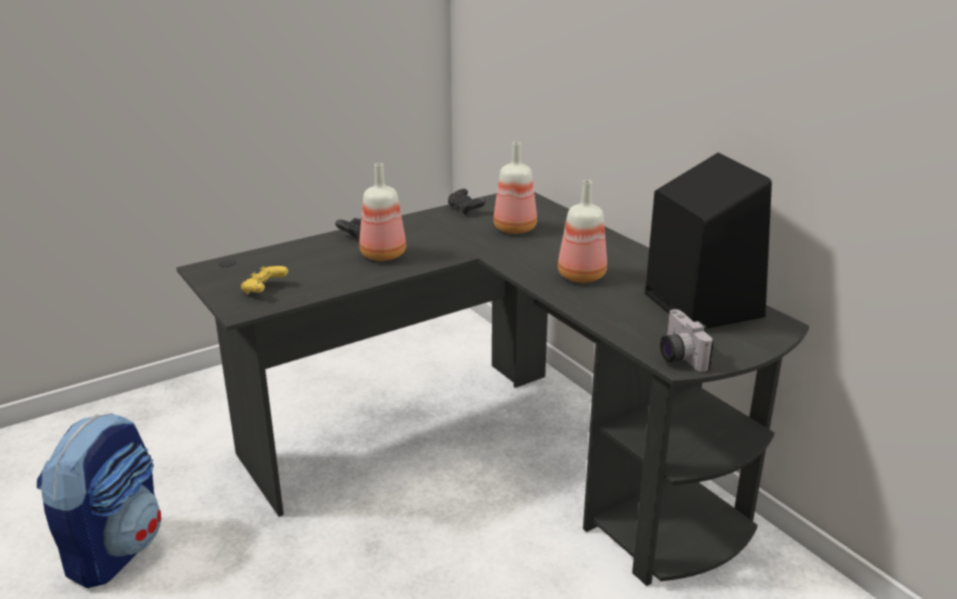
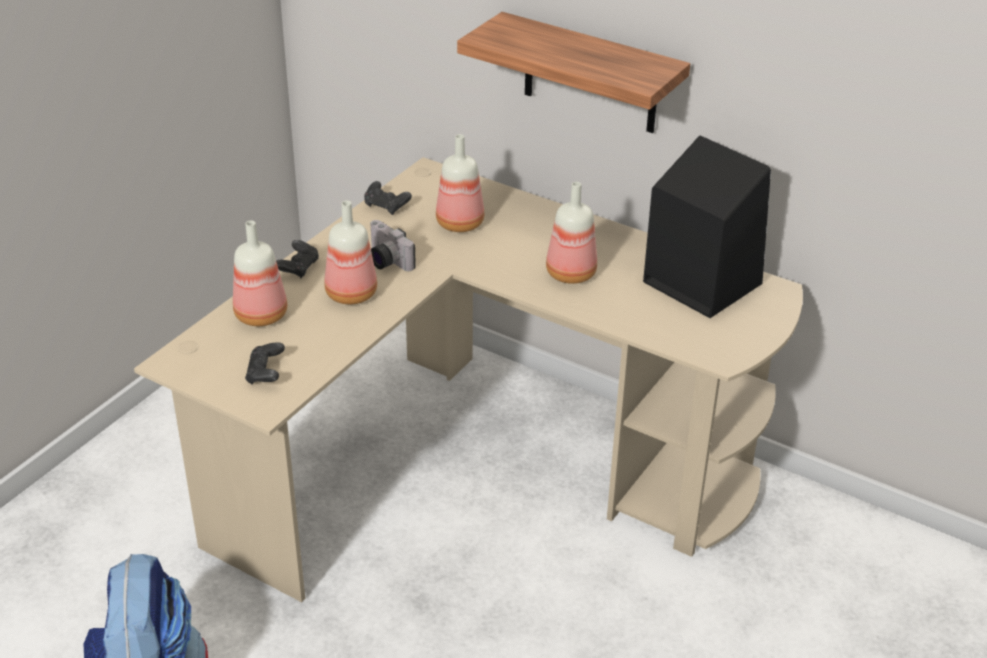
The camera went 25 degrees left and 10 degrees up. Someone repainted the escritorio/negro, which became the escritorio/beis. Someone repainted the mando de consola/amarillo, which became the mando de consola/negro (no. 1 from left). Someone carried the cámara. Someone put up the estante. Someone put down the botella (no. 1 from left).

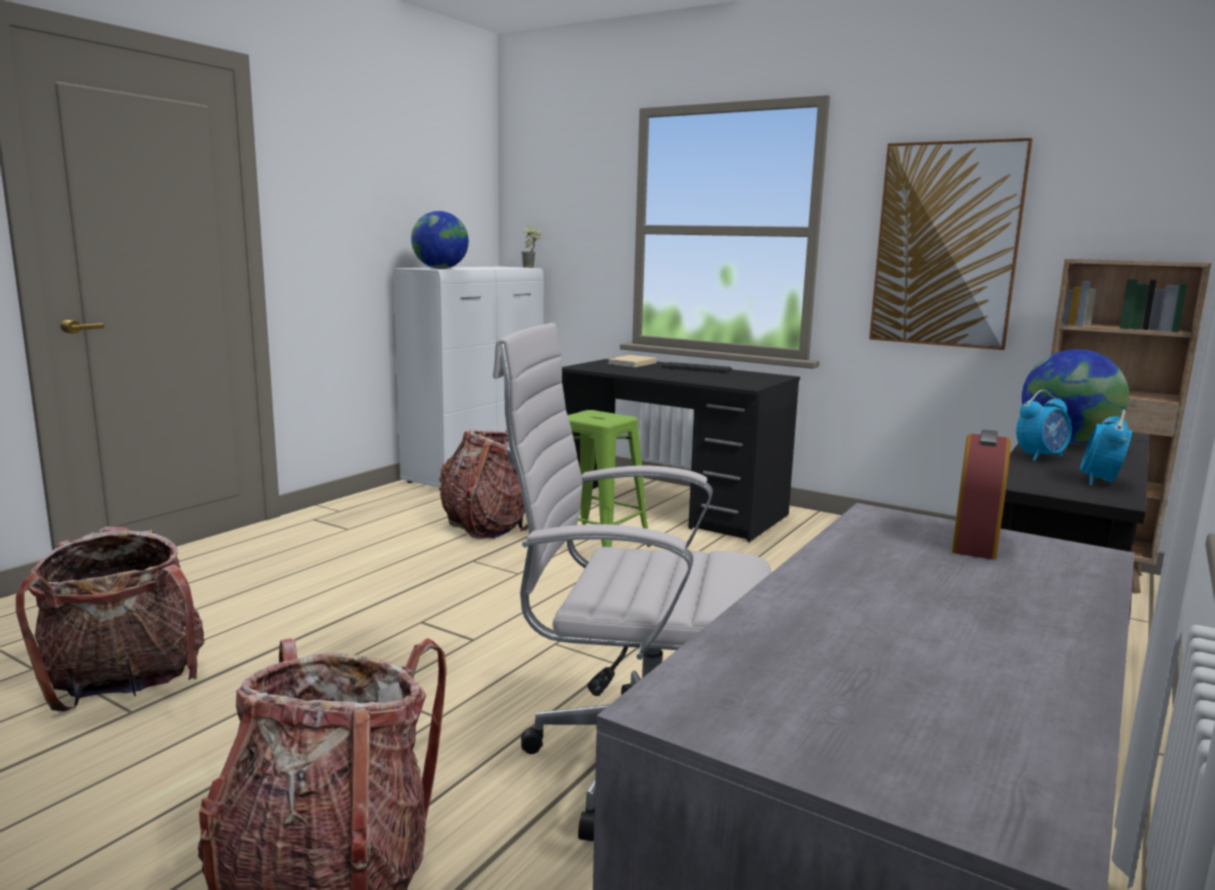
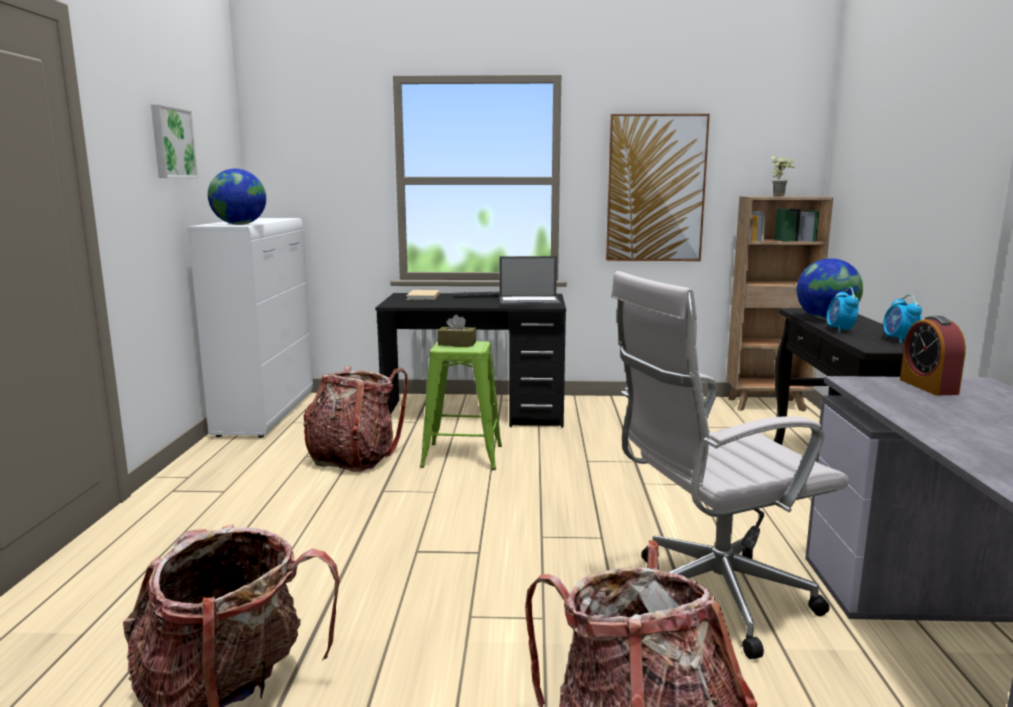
The camera went 30 degrees left and 0 degrees up. Someone carried the planta en maceta. Someone rotated the despertador (no. 2 from left in the first image) by 150 degrees clockwise. Someone put up the cuadro (no. 1 from left). Someone put down the portátil. Someone put down the caja de pañuelos/marrón.

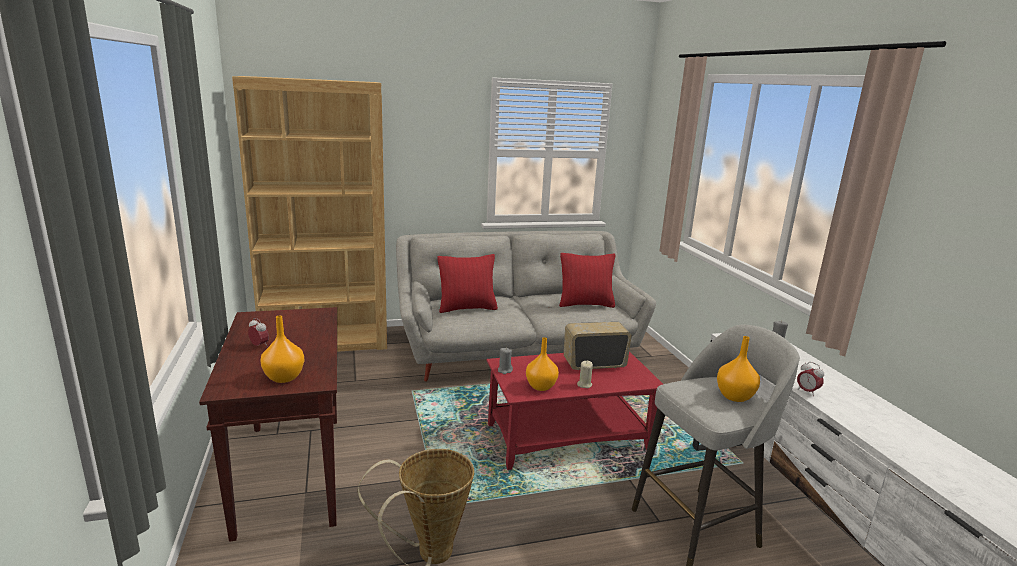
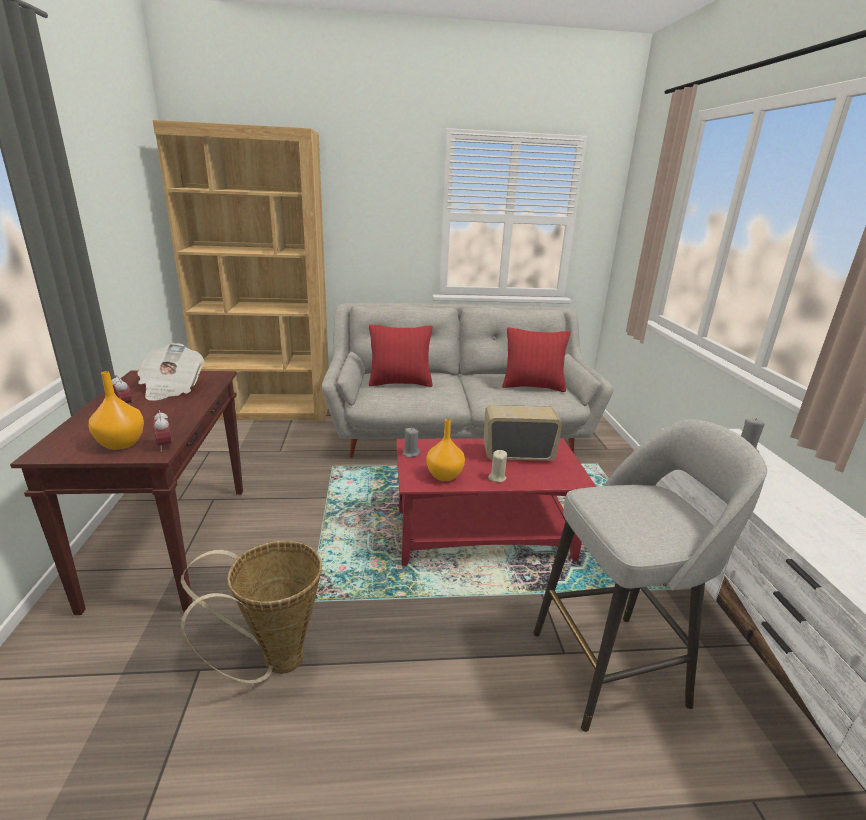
The camera went 10 degrees right and 5 degrees up. Someone took away the florero/naranja (no. 3 from left). Someone carried the despertador (no. 2 from left). Someone put down the periódico.

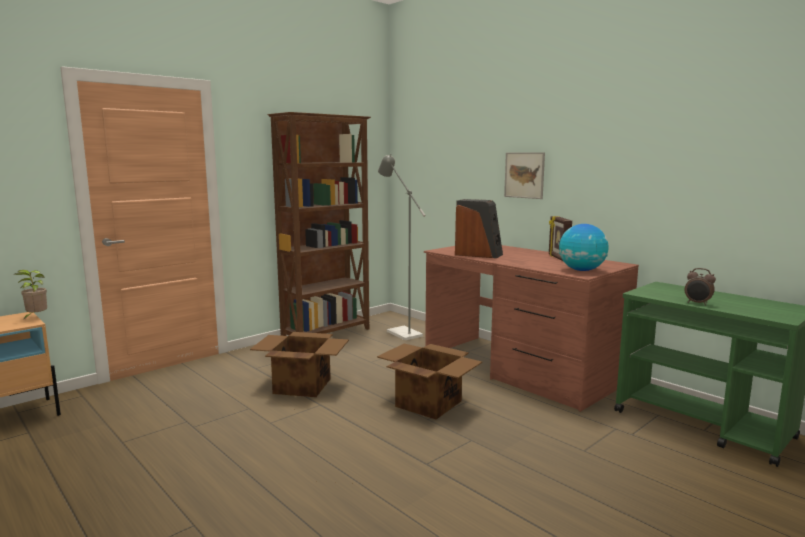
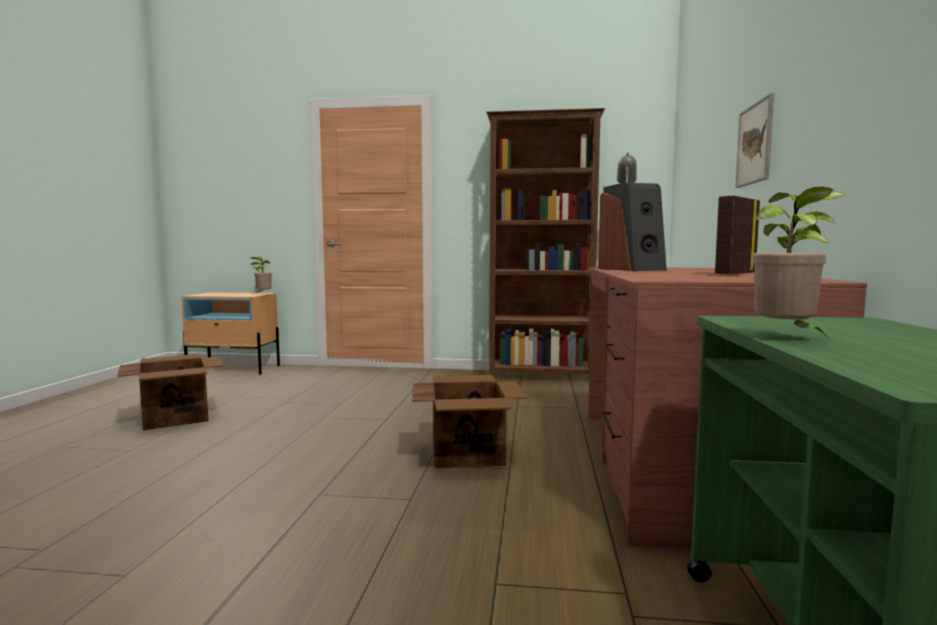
The camera went 50 degrees right and 5 degrees down. Someone took away the globo terráqueo. Someone swapped the despertador for the planta en maceta (no. 2 from left). Someone carried the caja de cartón (no. 1 from left).

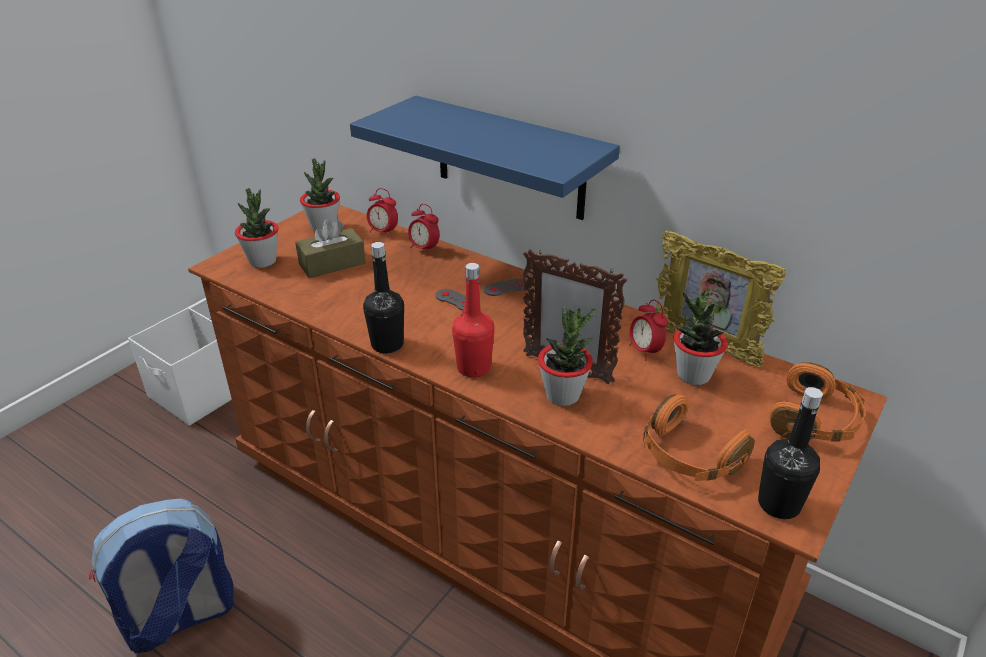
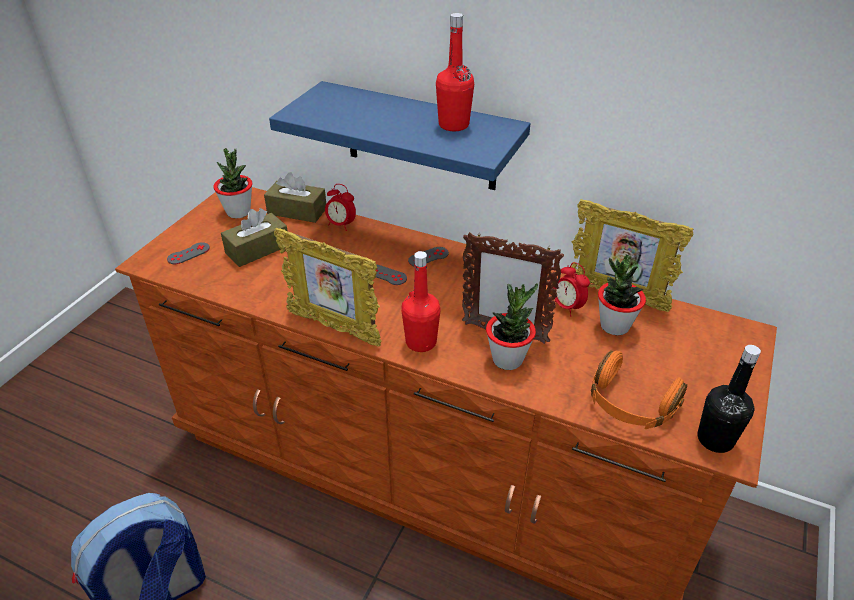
The camera went 10 degrees left and 5 degrees up. Someone swapped the planta en maceta (no. 1 from left) for the mando de consola/gris (no. 1 from left). Someone swapped the despertador (no. 1 from left) for the caja de pañuelos/marrón (no. 2 from left). Someone swapped the botella/negro (no. 1 from left) for the portarretratos (no. 1 from left). Someone took away the caja de almacenaje/blanco. Someone took away the auriculares/naranja (no. 2 from left). Someone put down the botella/rojo (no. 2 from left).

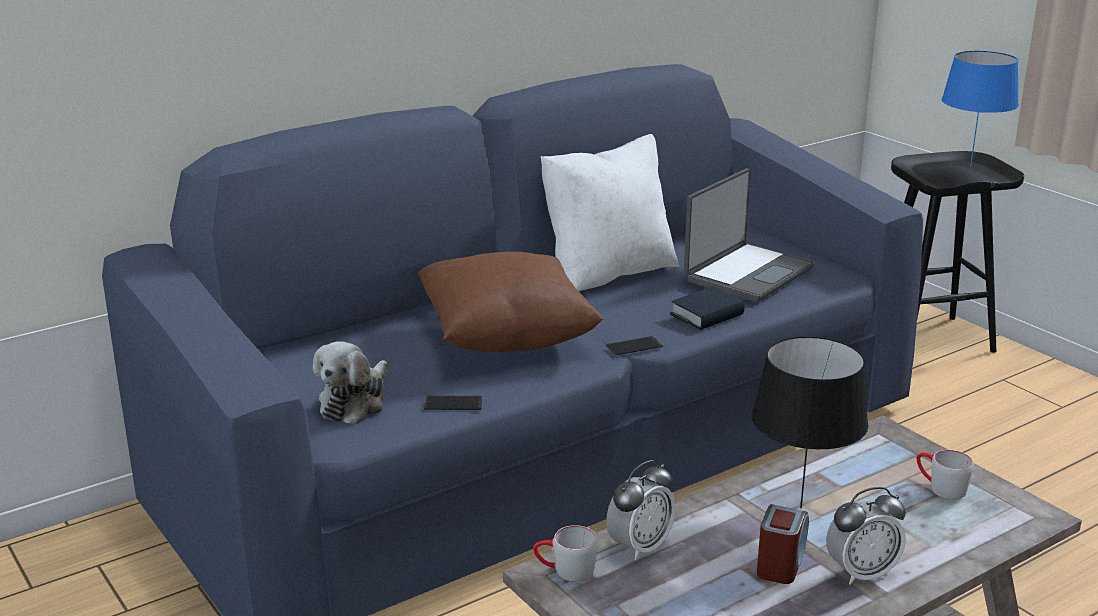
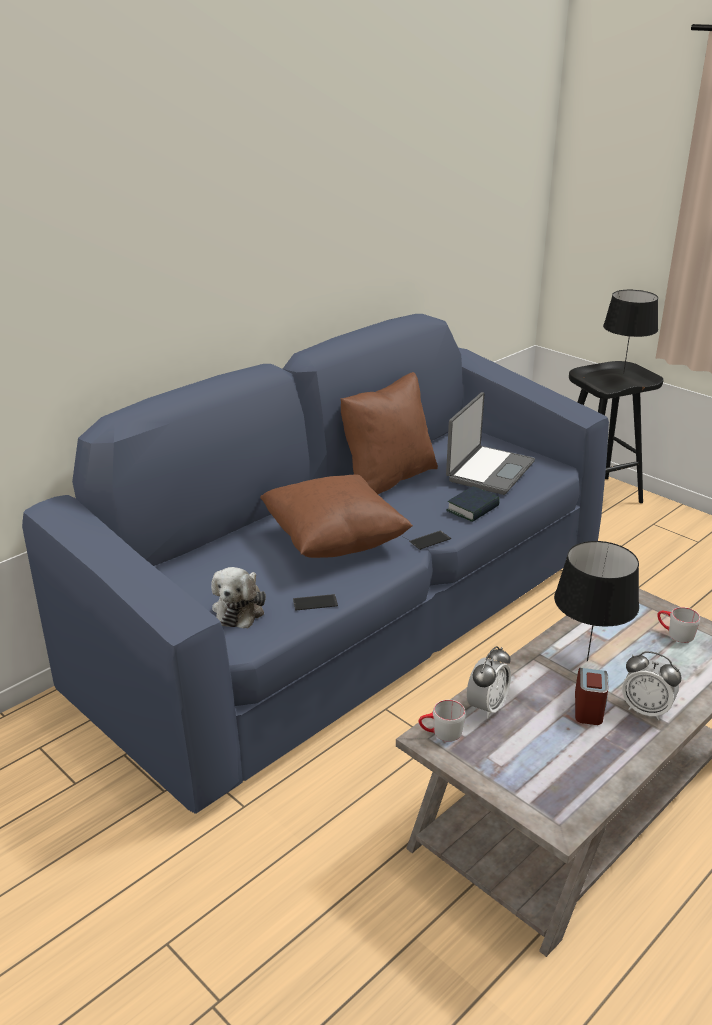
The camera went 10 degrees left and 5 degrees up. Someone repainted the lámpara de mesa/azul, which became the lámpara de mesa/negro (no. 2 from left). Someone repainted the cojín/blanco, which became the cojín/marrón (no. 2 from left). Someone rotated the despertador (no. 3 from left) by 60 degrees clockwise.

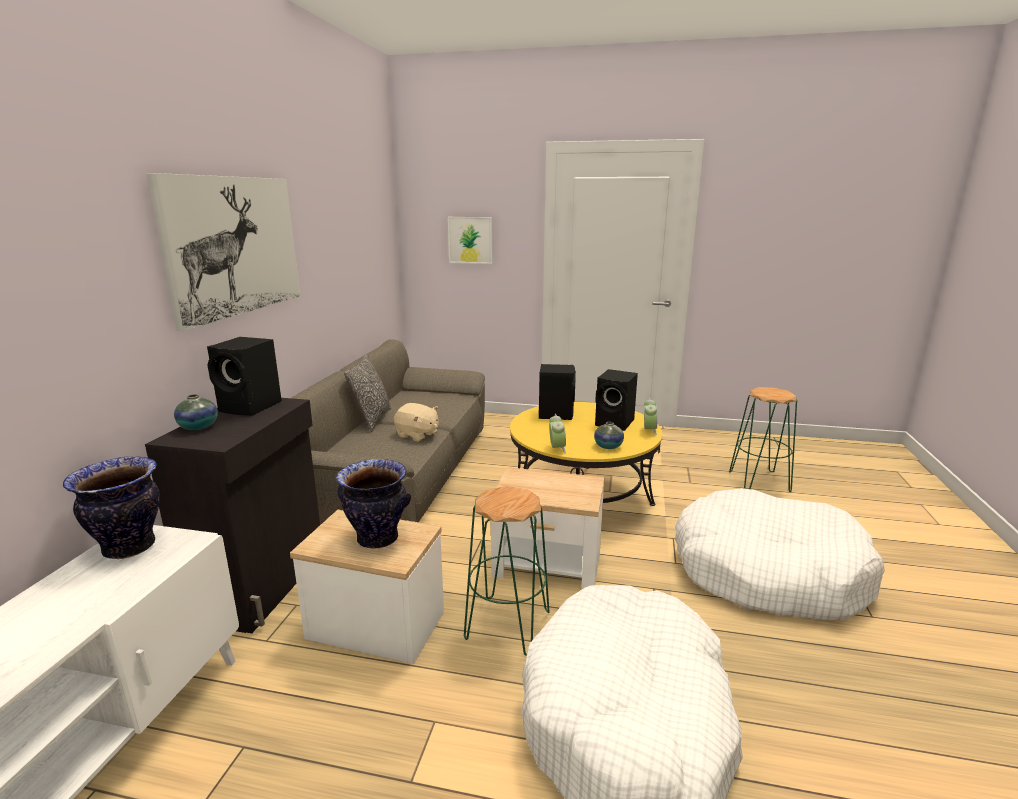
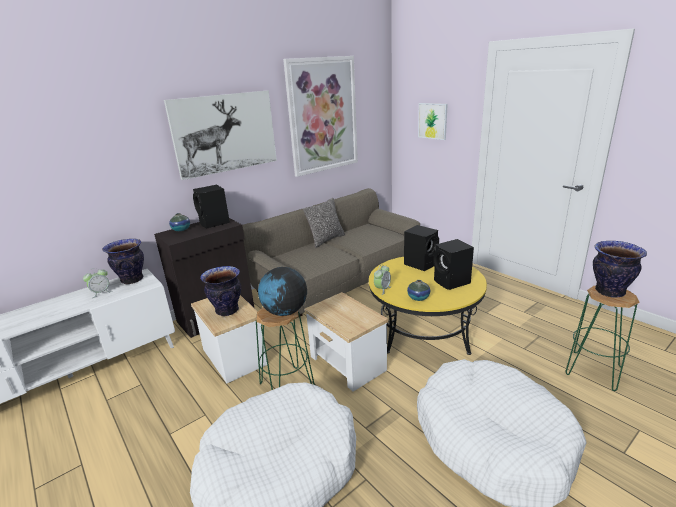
The camera went 40 degrees right and 5 degrees up. Someone carried the despertador (no. 2 from left in the first image). Someone took away the peluche/beis. Someone put up the cuadro (no. 2 from left). Someone put down the florero (no. 5 from left). Someone put down the globo terráqueo.

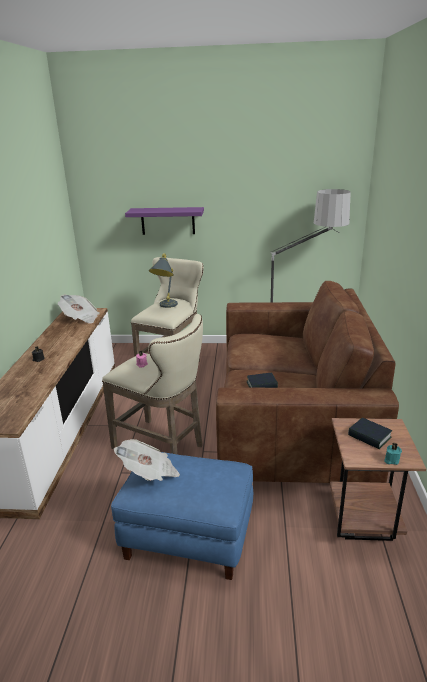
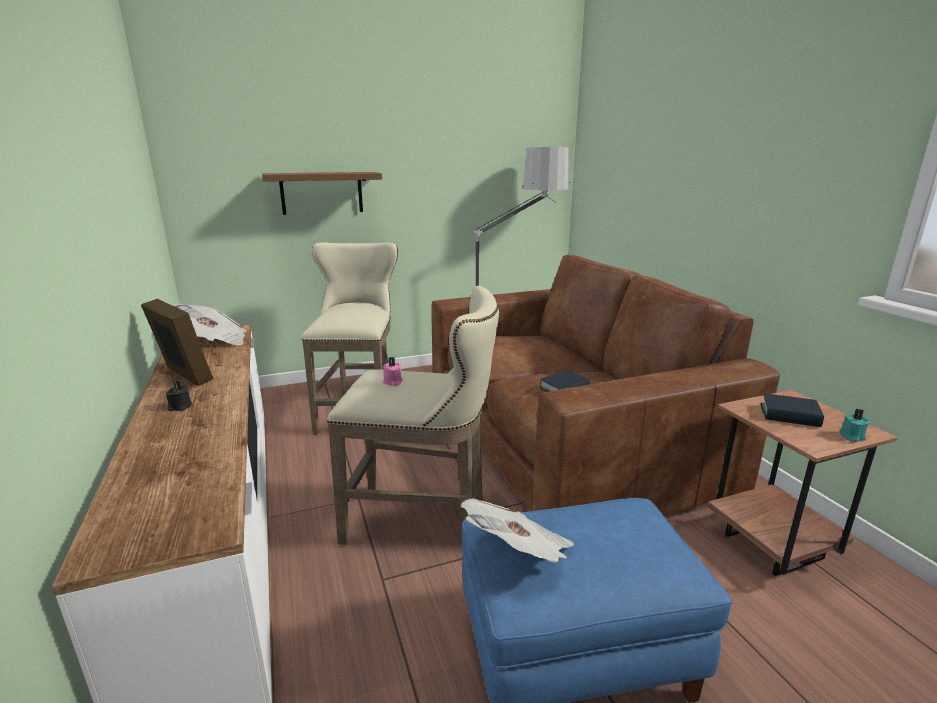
The camera went 25 degrees left and 5 degrees down. Someone repainted the estante/morado, which became the estante/marrón. Someone took away the lámpara de mesa/gris. Someone put down the portarretratos.

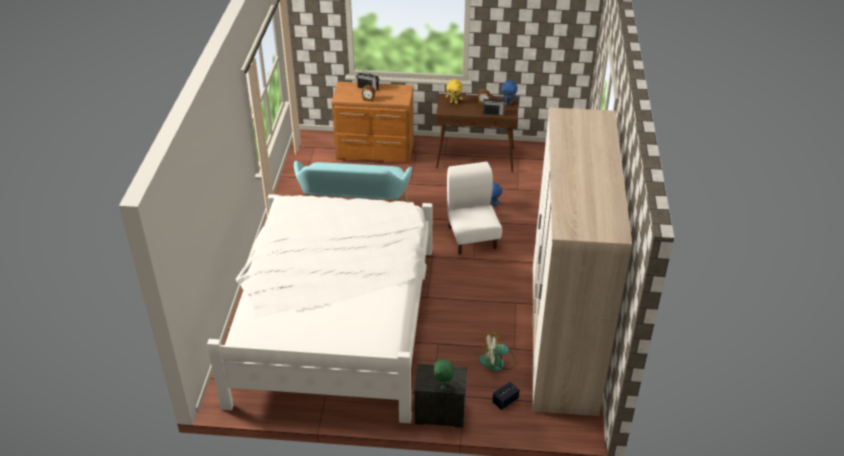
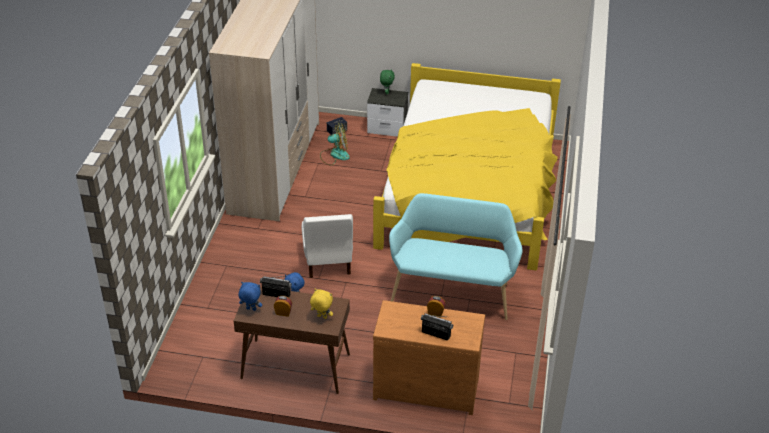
The camera went 175 degrees left and 0 degrees up. Someone repainted the cama/blanco, which became the cama/amarillo.

